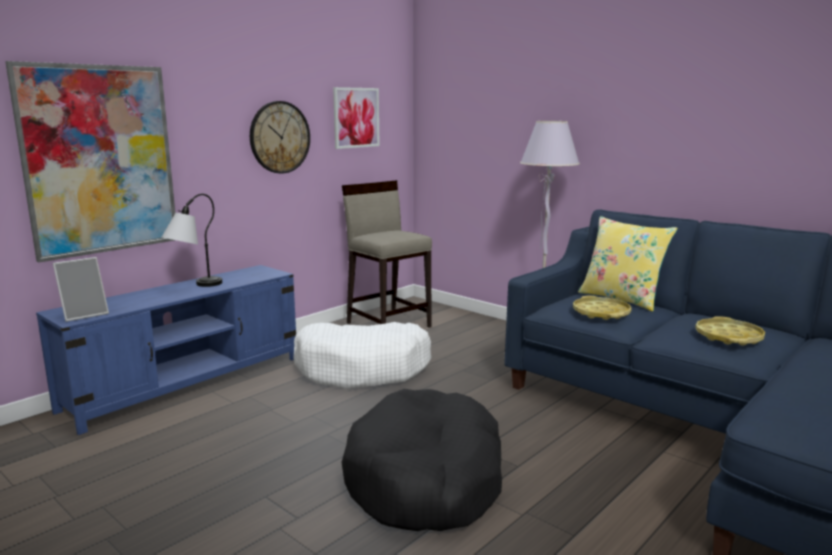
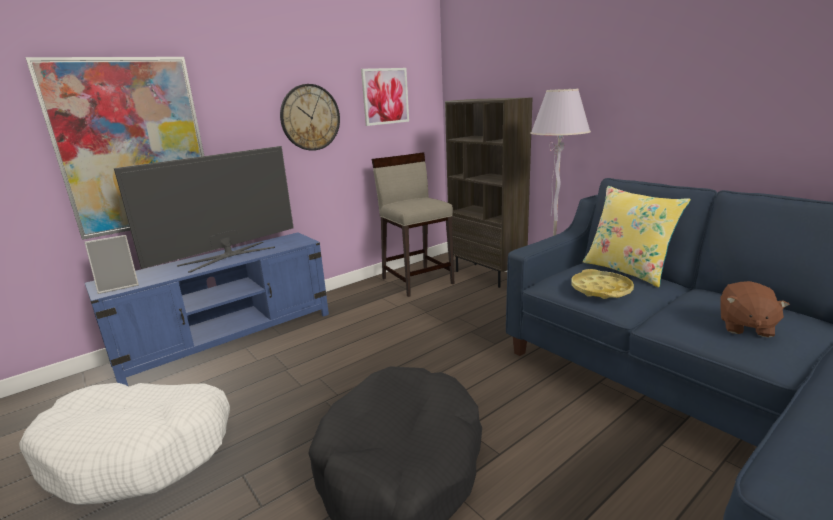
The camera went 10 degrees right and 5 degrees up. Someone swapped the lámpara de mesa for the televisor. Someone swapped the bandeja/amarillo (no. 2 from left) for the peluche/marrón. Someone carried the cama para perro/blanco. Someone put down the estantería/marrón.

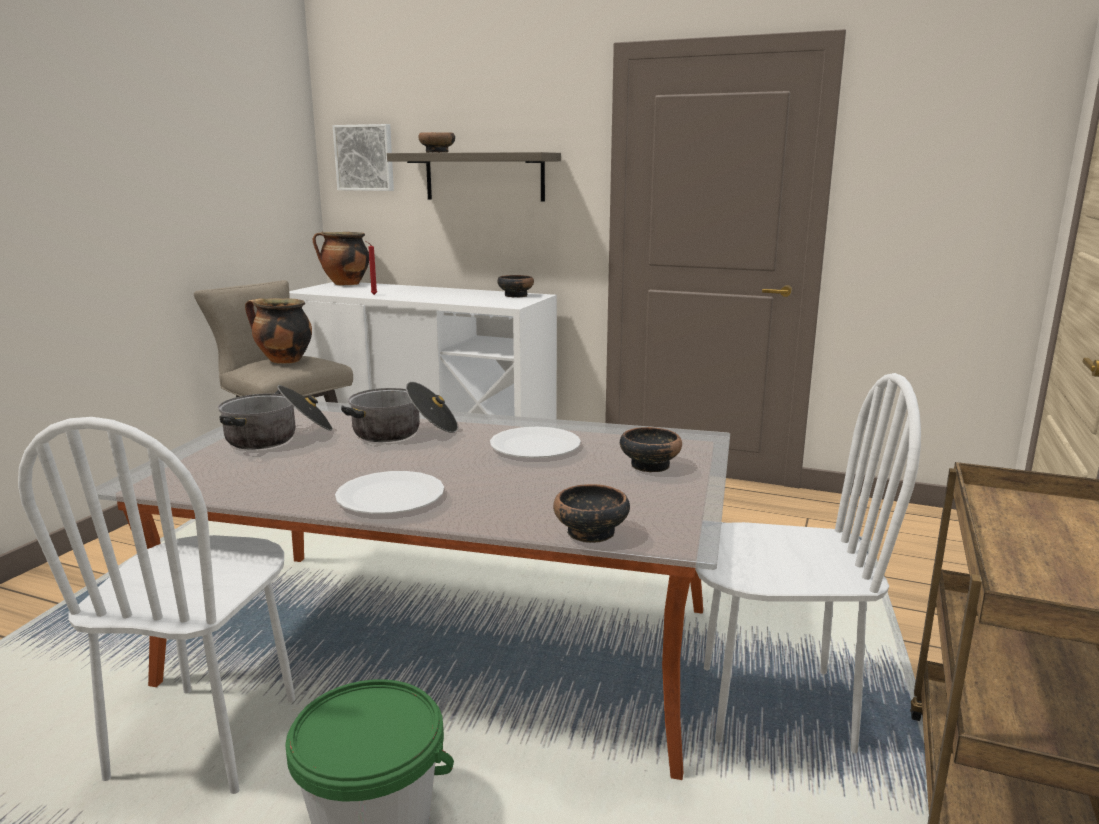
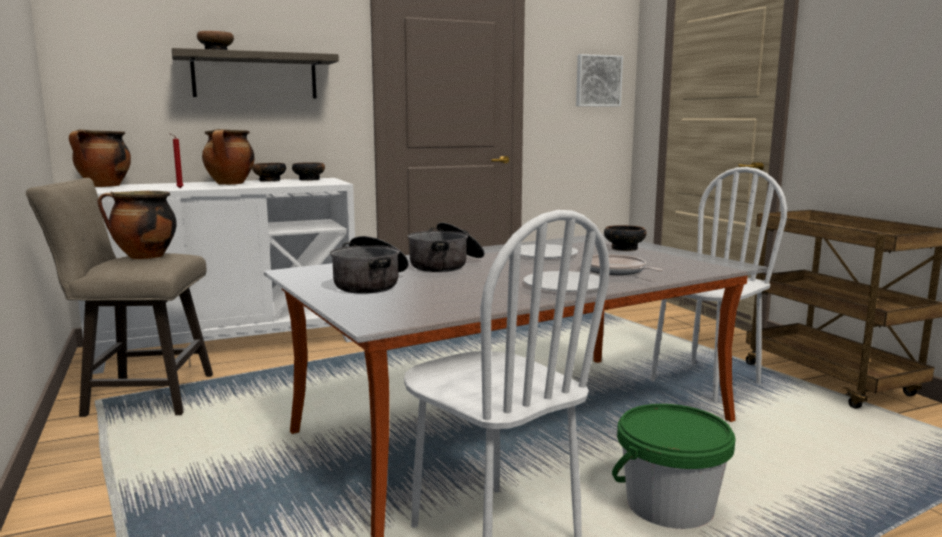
The camera went 45 degrees left and 5 degrees down. Someone carried the cuadro. Someone carried the cuenco (no. 3 from left in the first image). Someone put down the olla (no. 3 from left). Someone put down the sartén.

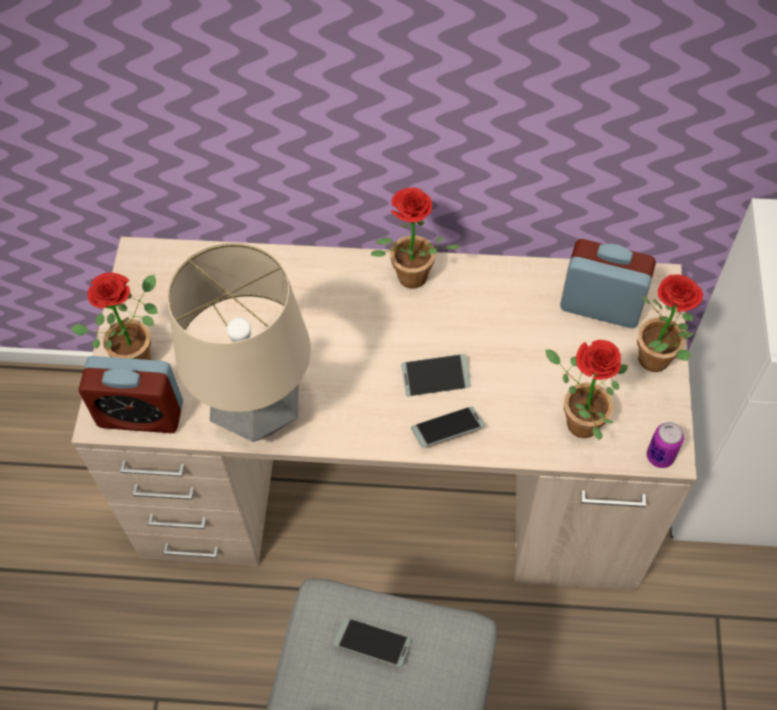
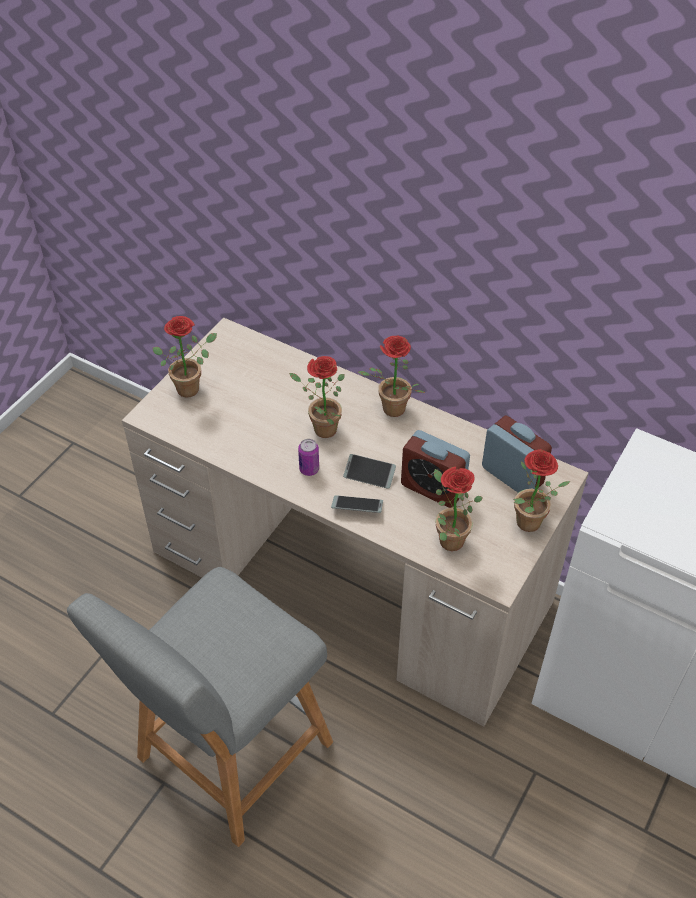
The camera went 25 degrees right and 10 degrees down. Someone took away the lámpara de mesa. Someone carried the despertador (no. 1 from left). Someone carried the lata. Someone took away the móvil (no. 1 from left). Someone put down the planta en maceta (no. 2 from left).

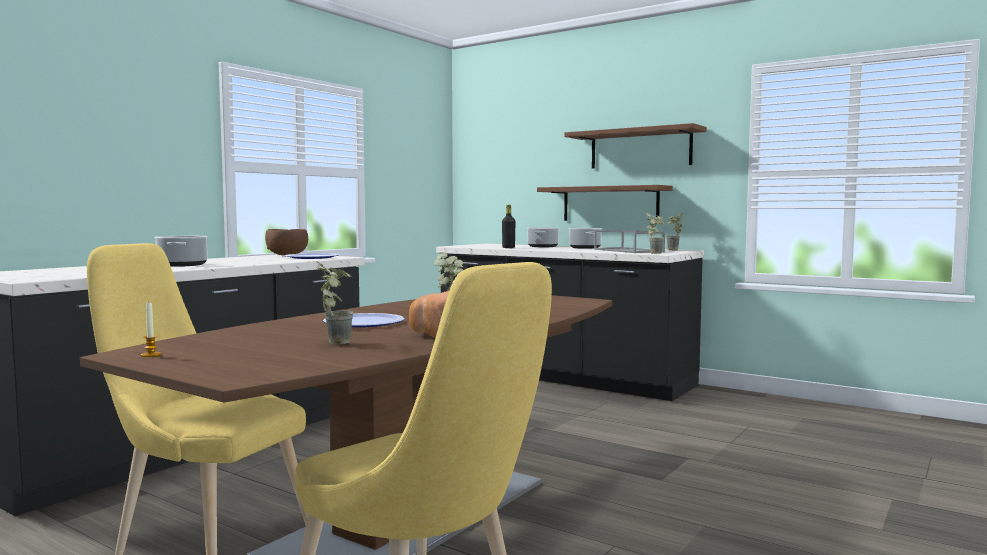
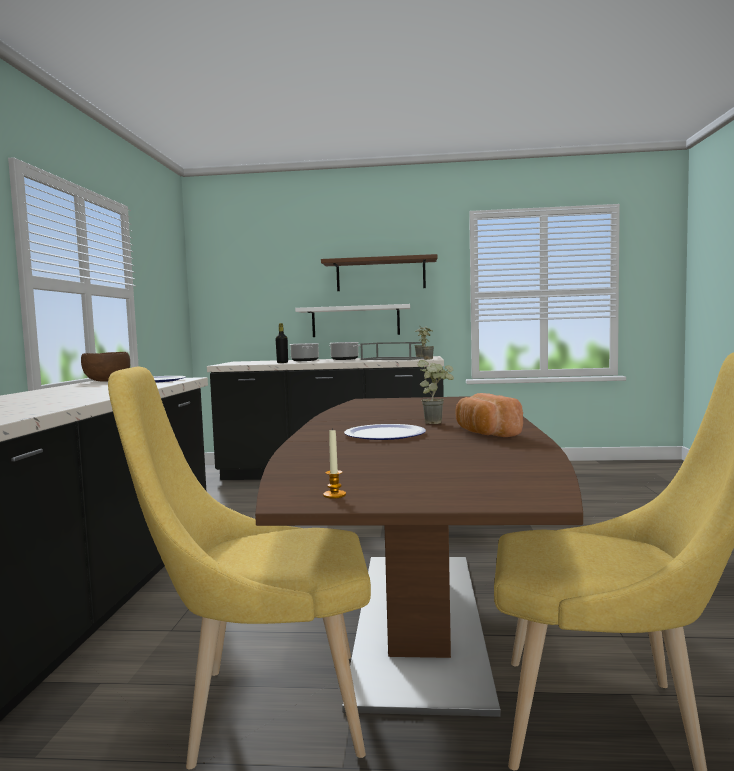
The camera went 30 degrees left and 0 degrees up. Someone repainted the estante/marrón (no. 1 from left), which became the estante/blanco. Someone took away the olla (no. 1 from left). Someone took away the planta en maceta (no. 1 from left).

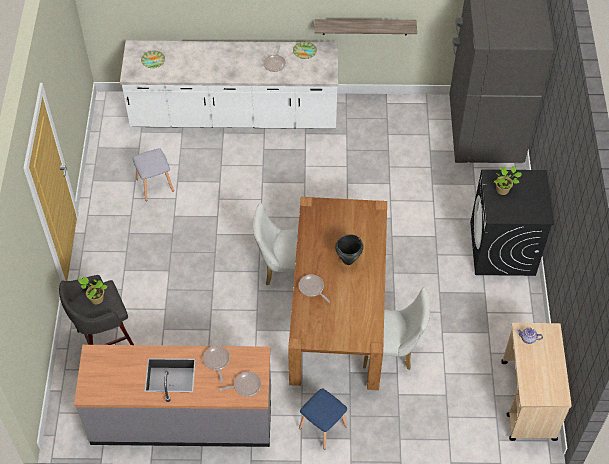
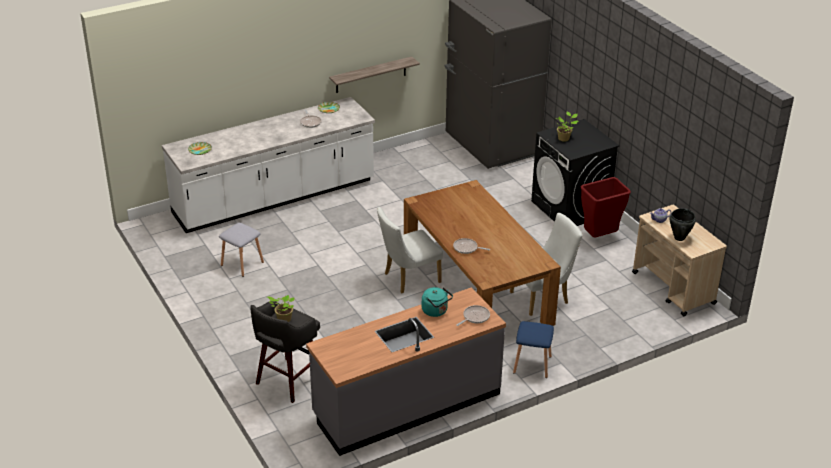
The camera went 30 degrees left and 20 degrees down. Someone carried the olla/negro. Someone swapped the sartén (no. 1 from left) for the hervidor/turquesa. Someone put down the papelera/rojo.

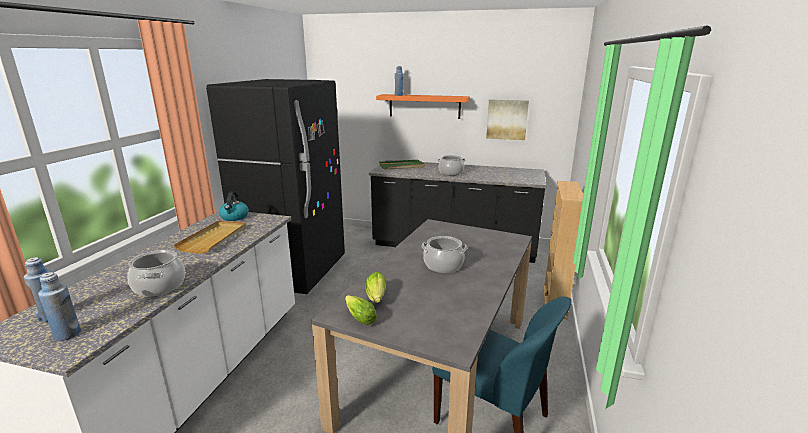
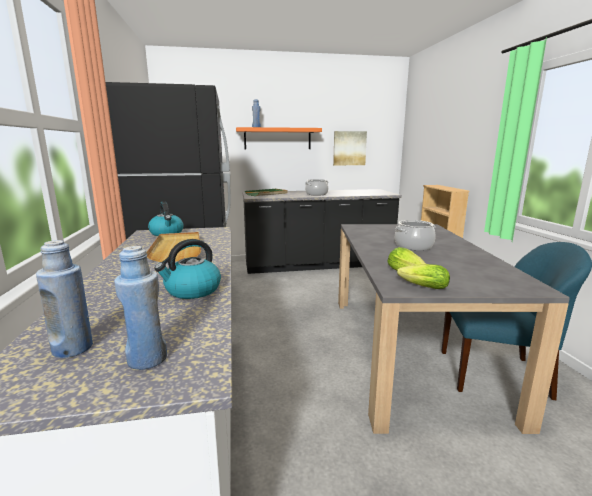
The camera went 25 degrees left and 5 degrees down. Someone swapped the olla (no. 1 from left) for the hervidor (no. 2 from left).

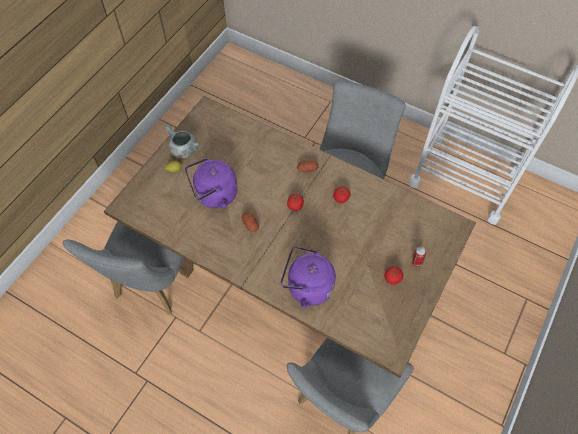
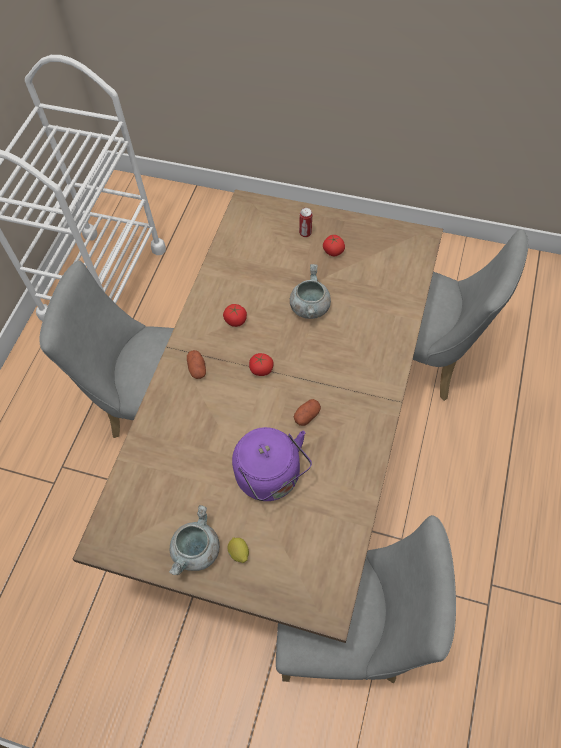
The camera went 100 degrees left and 0 degrees up. Someone took away the hervidor/morado (no. 2 from left). Someone put down the olla/gris (no. 2 from left).

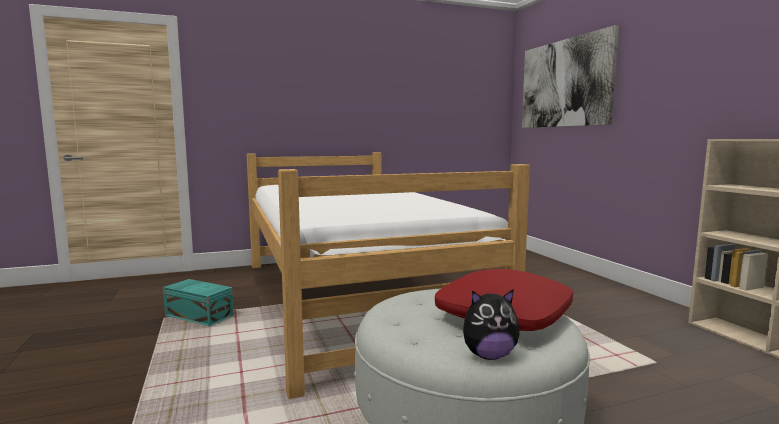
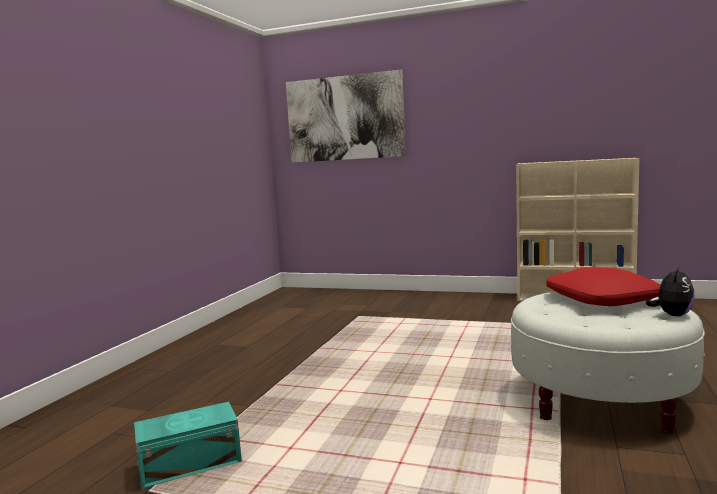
The camera went 50 degrees left and 0 degrees up. Someone took away the cama.

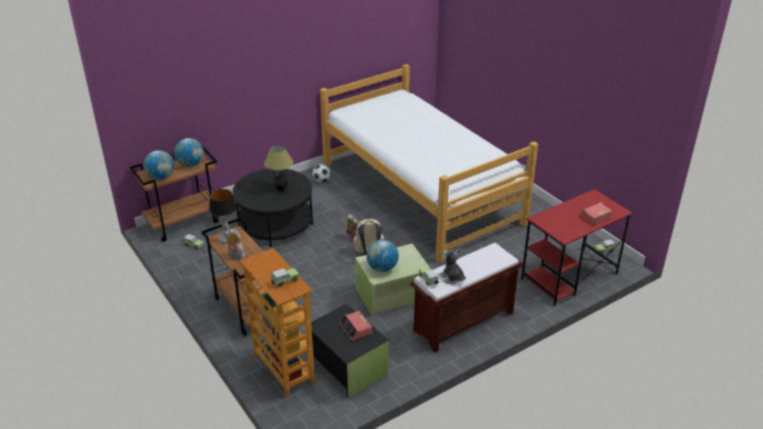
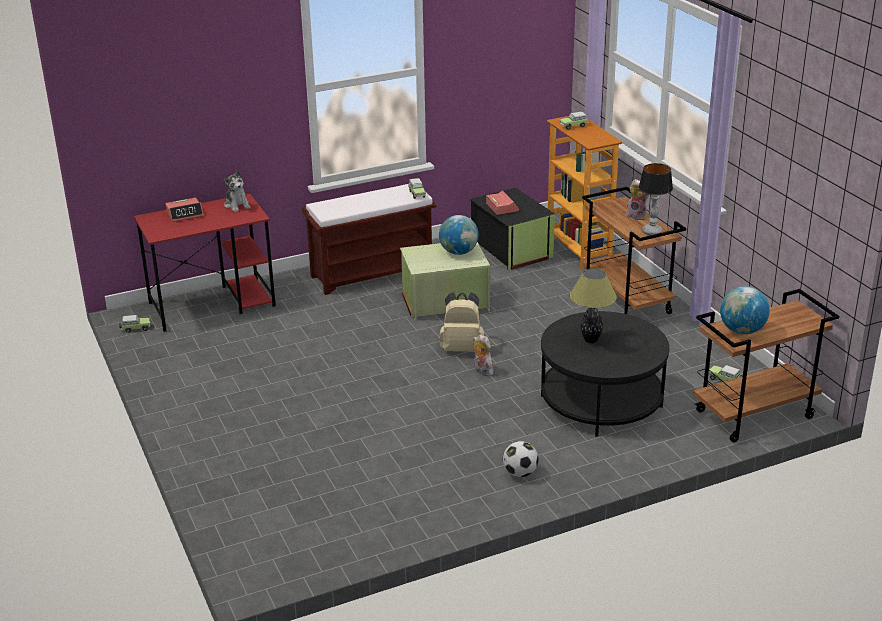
The camera went 170 degrees left and 5 degrees down. Someone took away the cama. Someone took away the globo terráqueo (no. 1 from left). Someone carried the peluche (no. 3 from left in the first image).

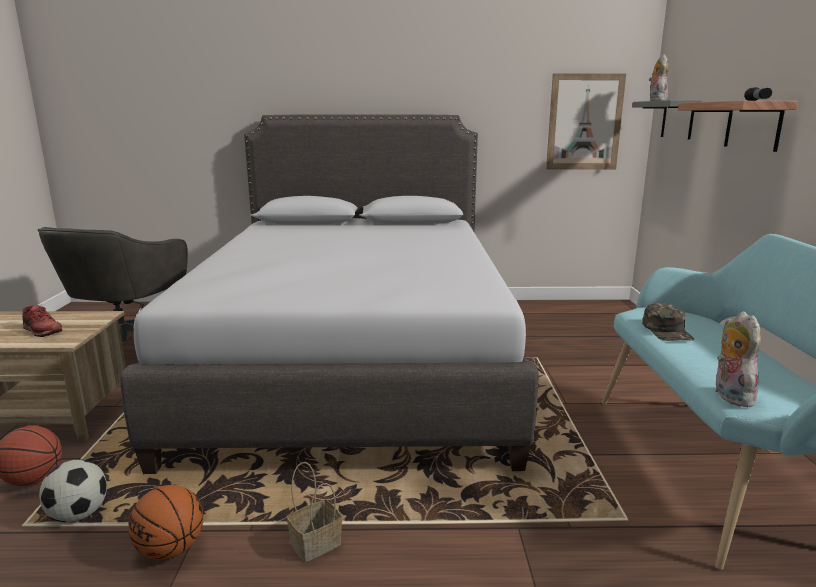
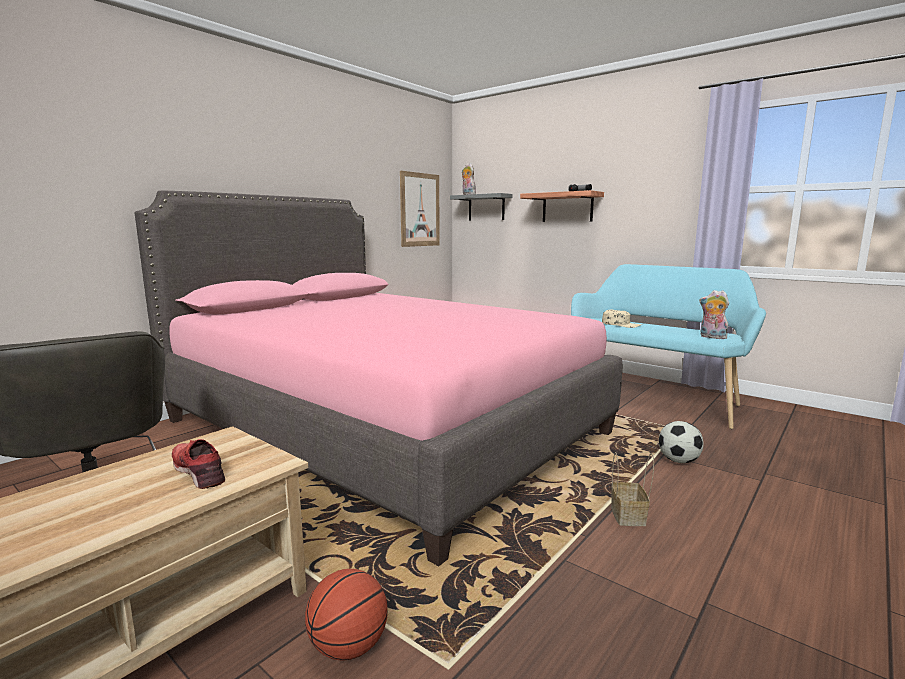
The camera went 50 degrees left and 5 degrees down. Someone repainted the cama/gris, which became the cama/rosa. Someone repainted the gorra/verde, which became the gorra/beis. Someone rotated the zapato/rojo by 120 degrees counterclockwise. Someone carried the balón de fútbol. Someone took away the balón de baloncesto (no. 2 from left).

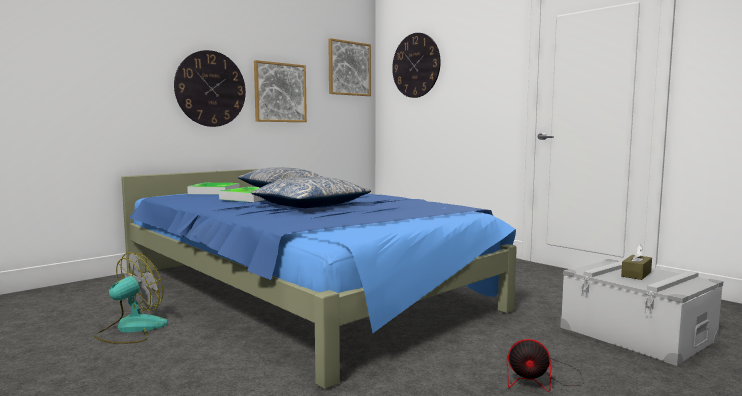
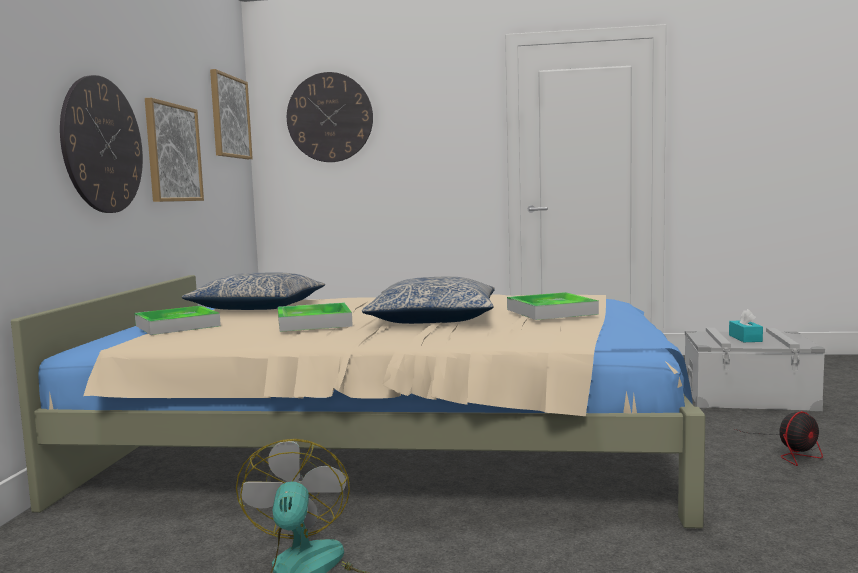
The camera went 40 degrees left and 0 degrees up. Someone repainted the cama/azul, which became the cama/beis. Someone repainted the caja de pañuelos/marrón, which became the caja de pañuelos/turquesa. Someone put down the bandeja (no. 3 from left).

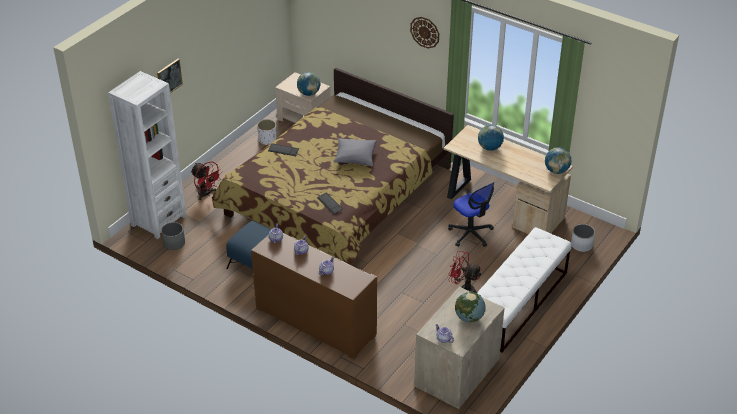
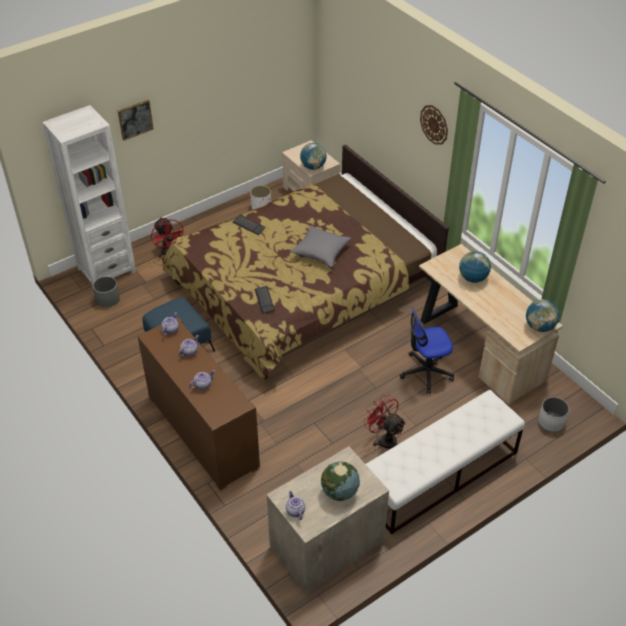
The camera went 20 degrees right and 5 degrees up. Someone rotated the silla de oficina by 90 degrees clockwise.

